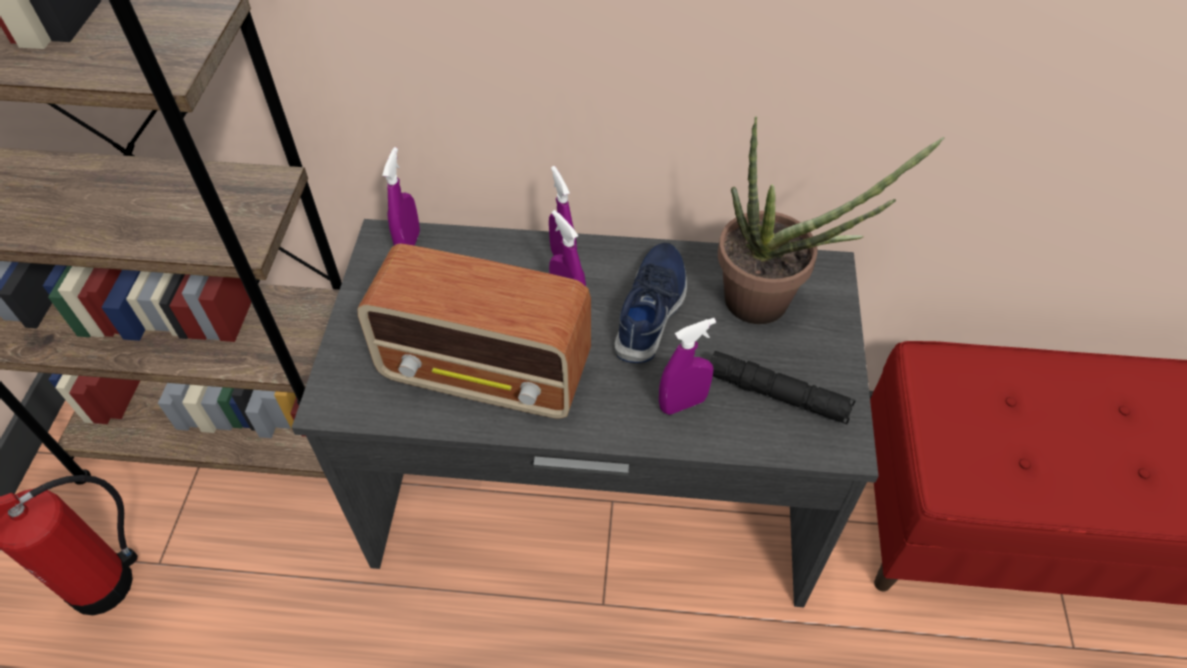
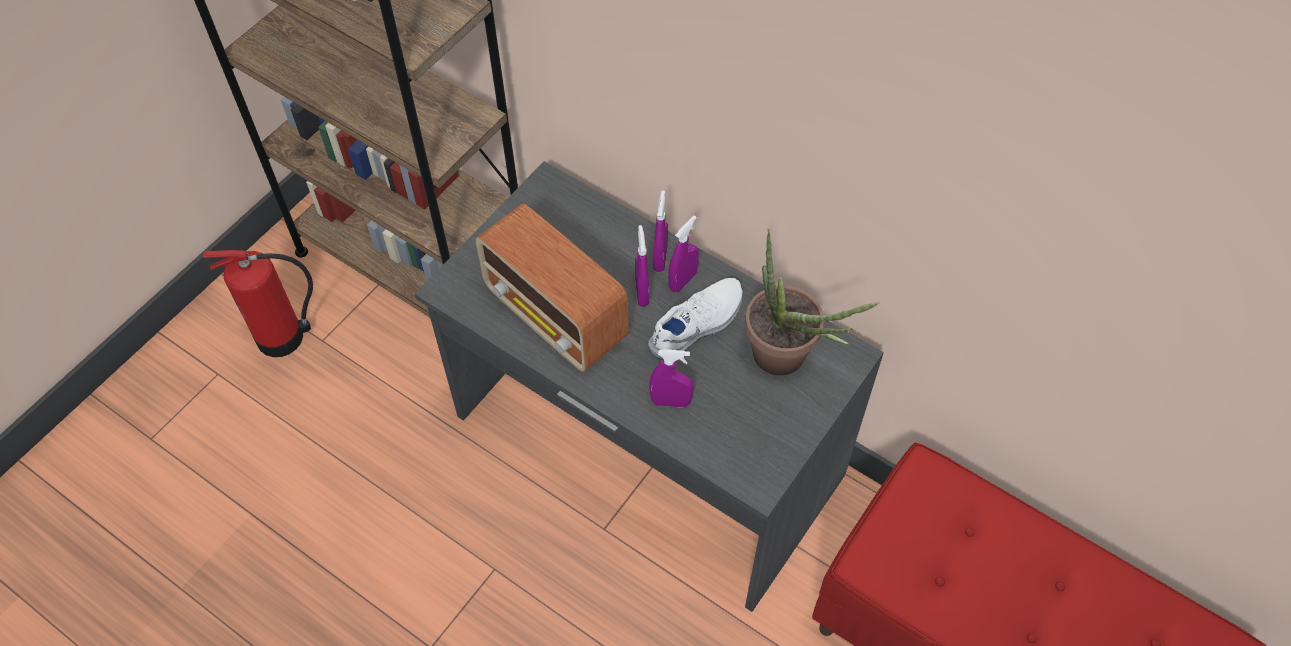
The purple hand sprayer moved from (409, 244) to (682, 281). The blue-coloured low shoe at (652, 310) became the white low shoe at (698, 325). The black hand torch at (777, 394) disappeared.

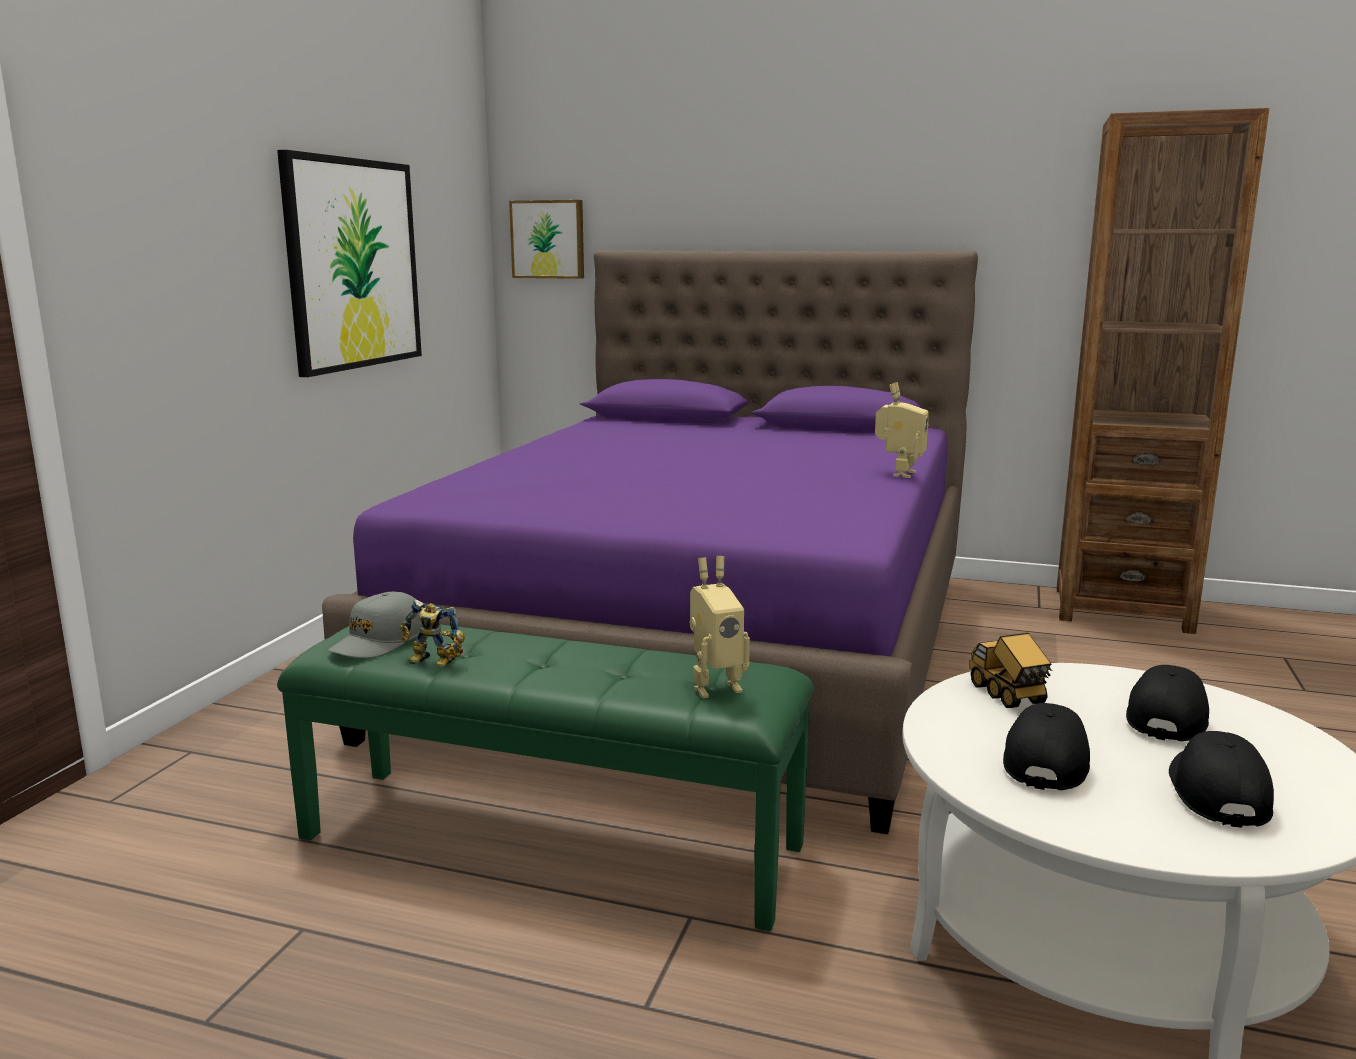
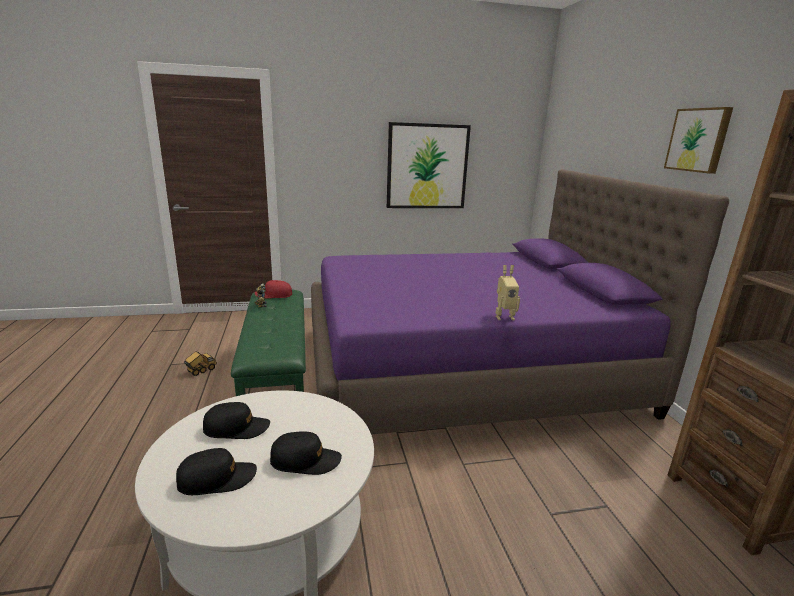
The wall art moved from (548, 239) to (698, 140). The toy robot at (714, 687) disappeared. The gray cap at (379, 641) became the reddish cap at (274, 295). The toy truck moved from (1008, 695) to (201, 371).

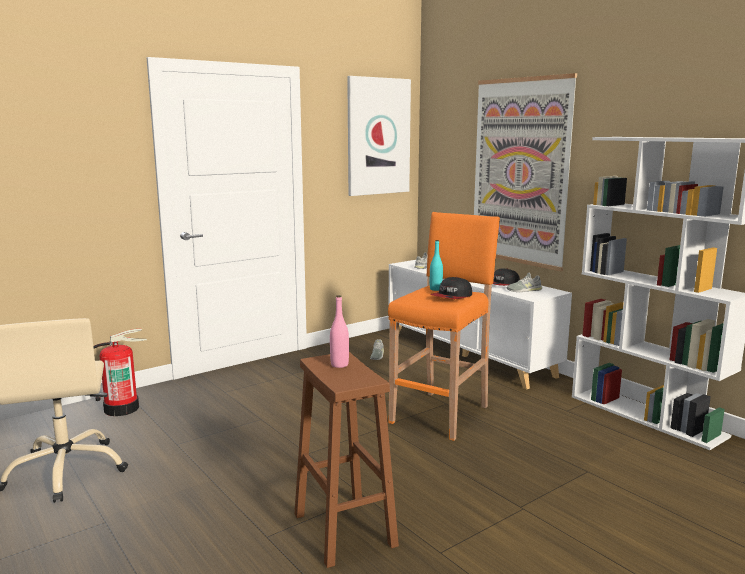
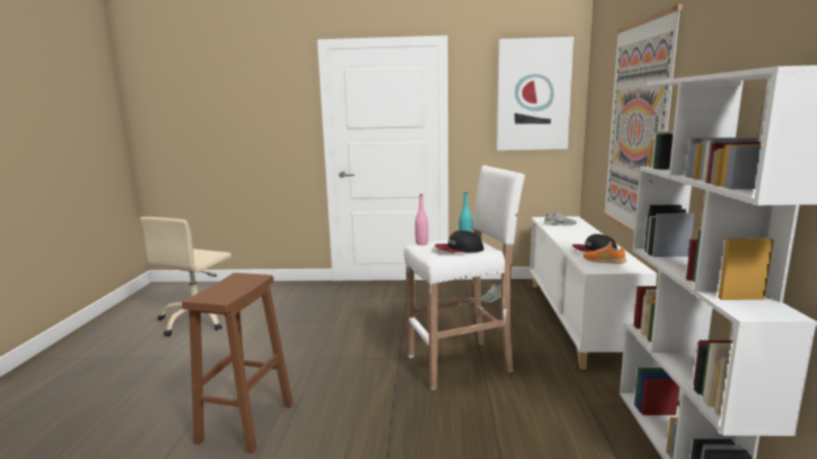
The orangey stool at (441, 414) became the white stool at (461, 363). The gray low shoe at (524, 290) became the orangey low shoe at (604, 261). The pink drink bottle moved from (339, 365) to (422, 243). The fire-fighting cylinder at (122, 408) disappeared.

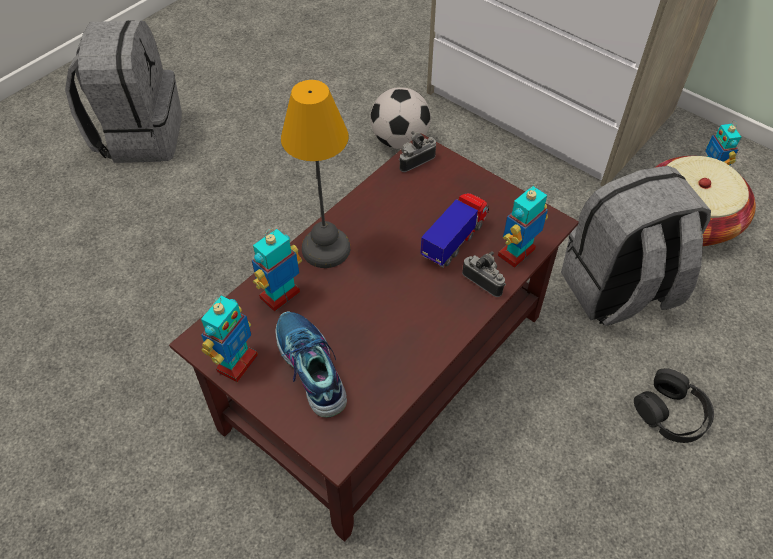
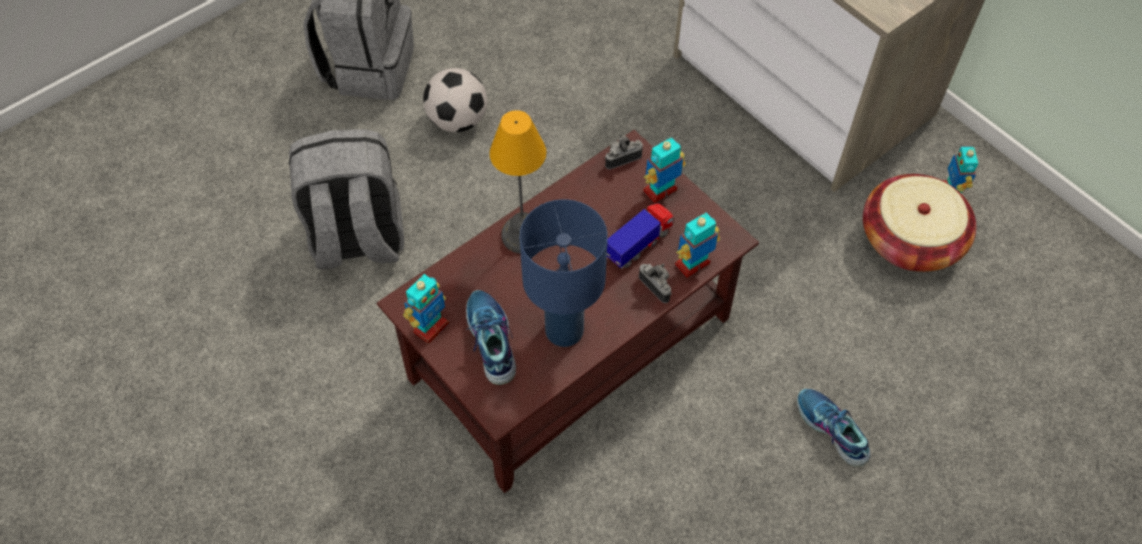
The football moved from (400, 141) to (458, 120). The gray knapsack moved from (617, 291) to (357, 239). The toy robot moved from (281, 296) to (660, 191). The black pair of headphones at (671, 413) was replaced by the low shoe at (831, 430). The blue-coloured lamp for a table at (563, 329) appeared.

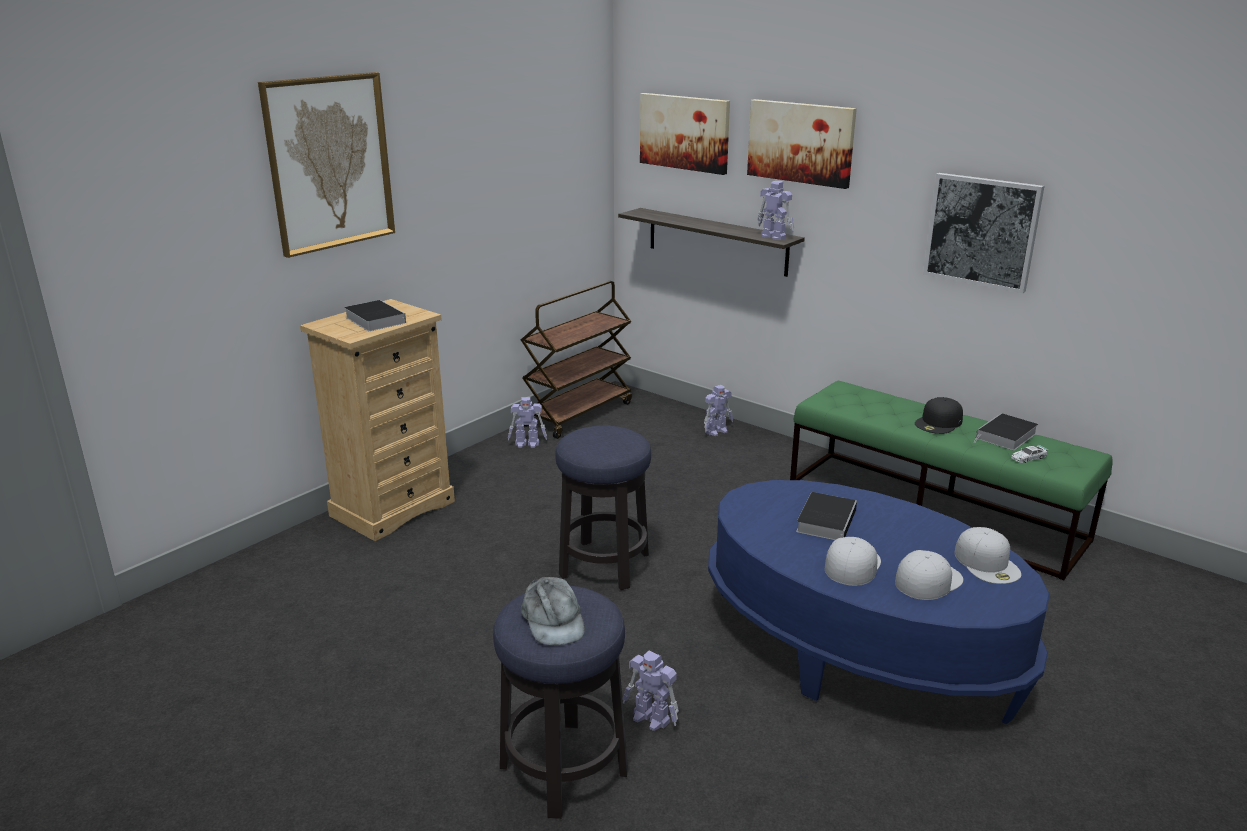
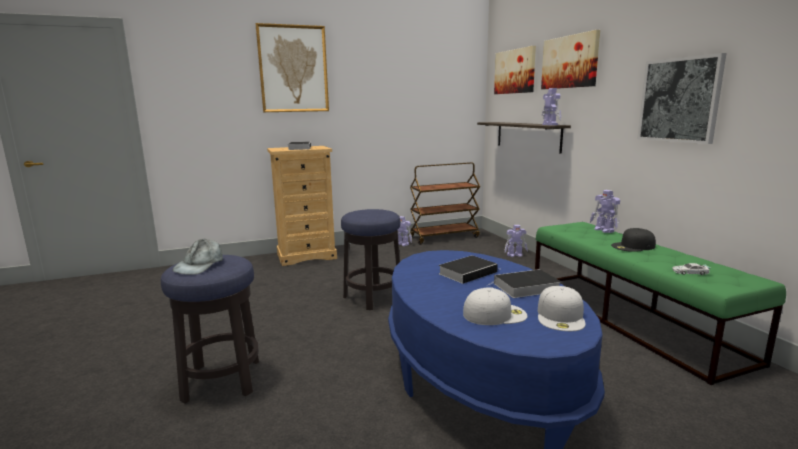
The volume moved from (1006, 436) to (525, 287). The white cap at (851, 564) disappeared. The toy robot moved from (651, 719) to (604, 230).

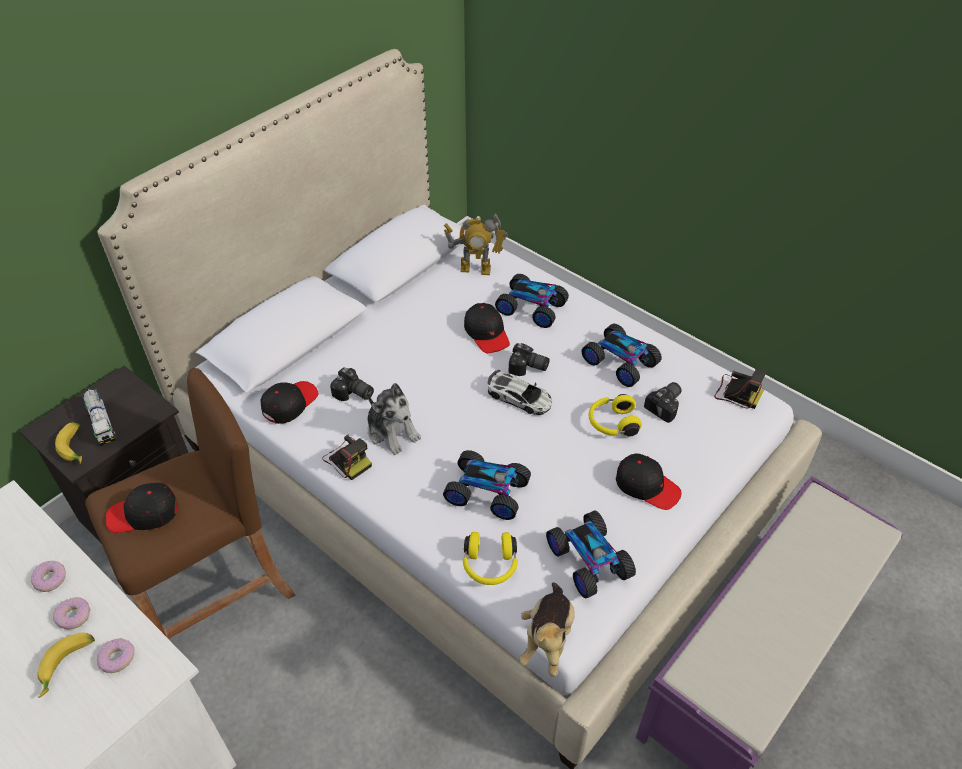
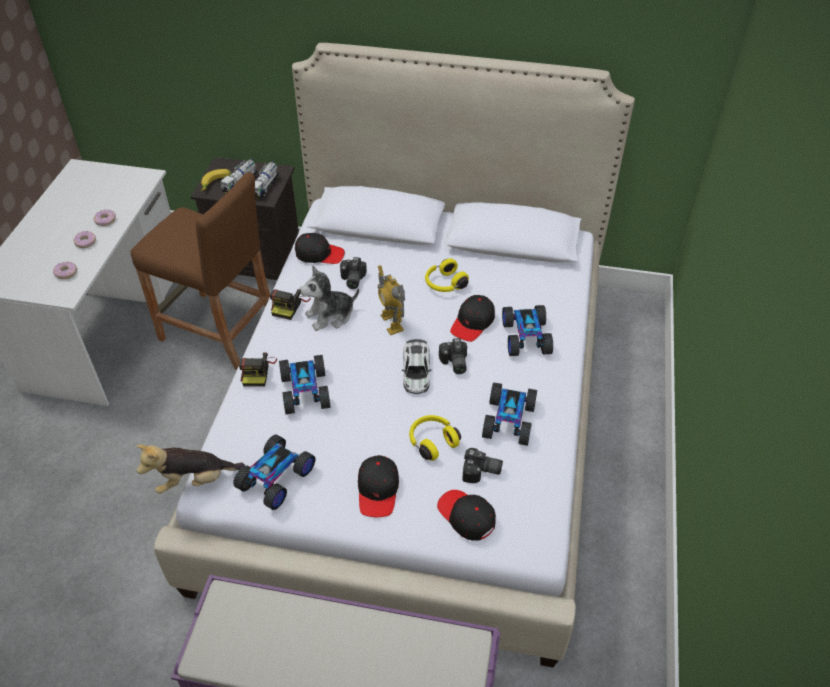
The toy robot moved from (475, 269) to (391, 323). The photo camera moved from (737, 393) to (257, 371). The soft toy at (392, 432) turned 45 degrees clockwise. The black cap moved from (143, 514) to (466, 516). The yellow-coloured pair of headphones moved from (490, 565) to (444, 284). The whole banana at (68, 666) disappeared. The toy truck at (265, 187) appeared.

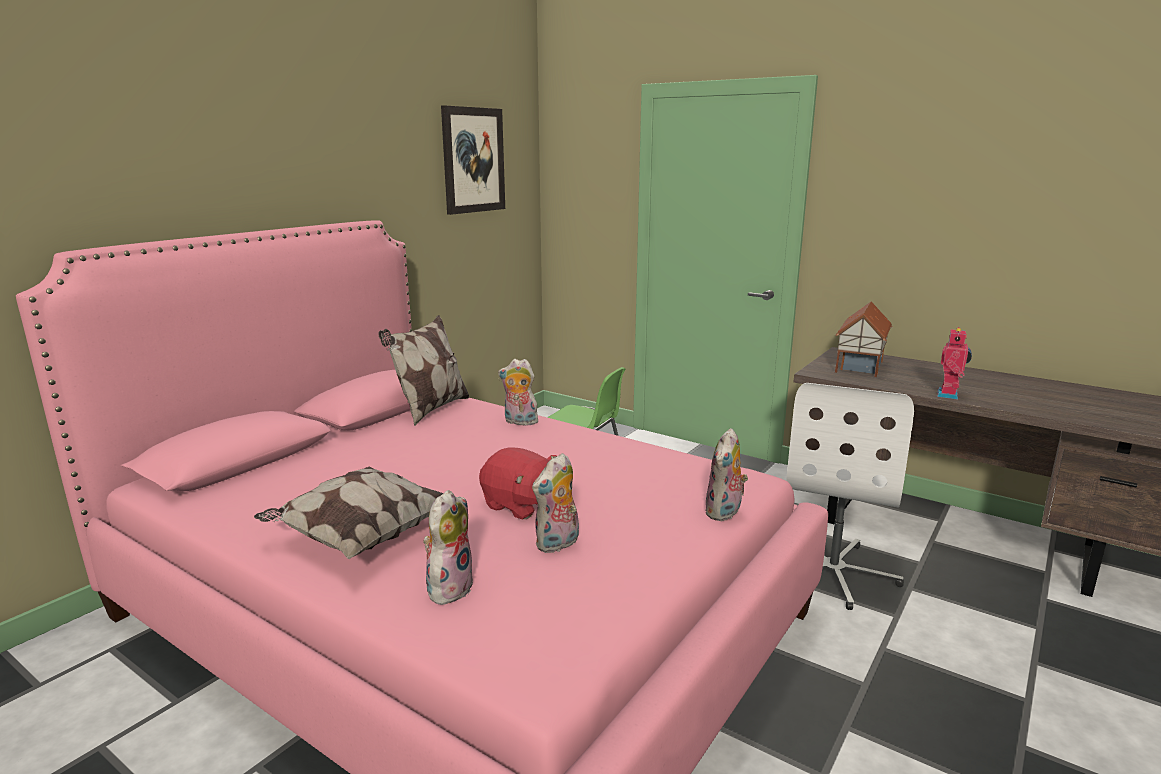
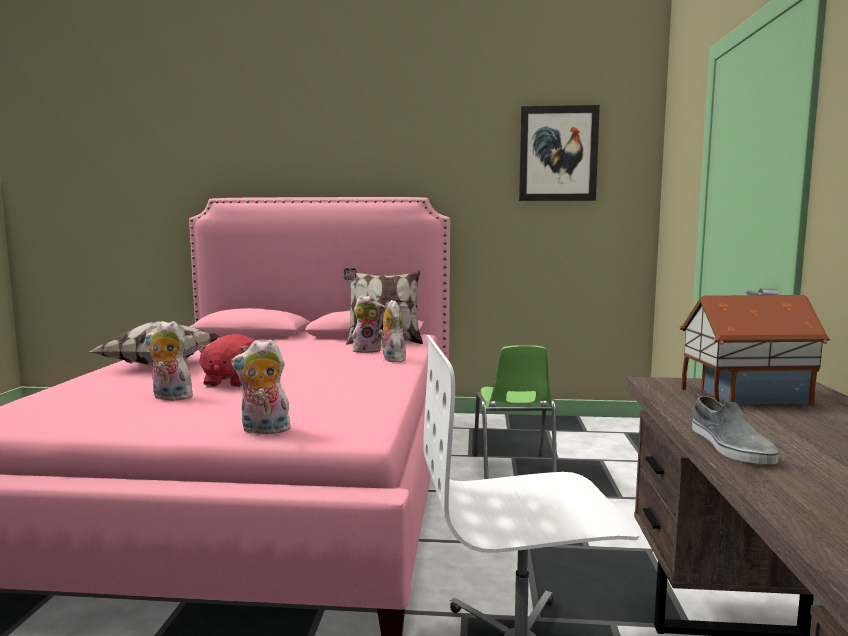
The toy robot at (949, 395) was replaced by the gray low shoe at (729, 446). The soft toy moved from (449, 587) to (368, 350).

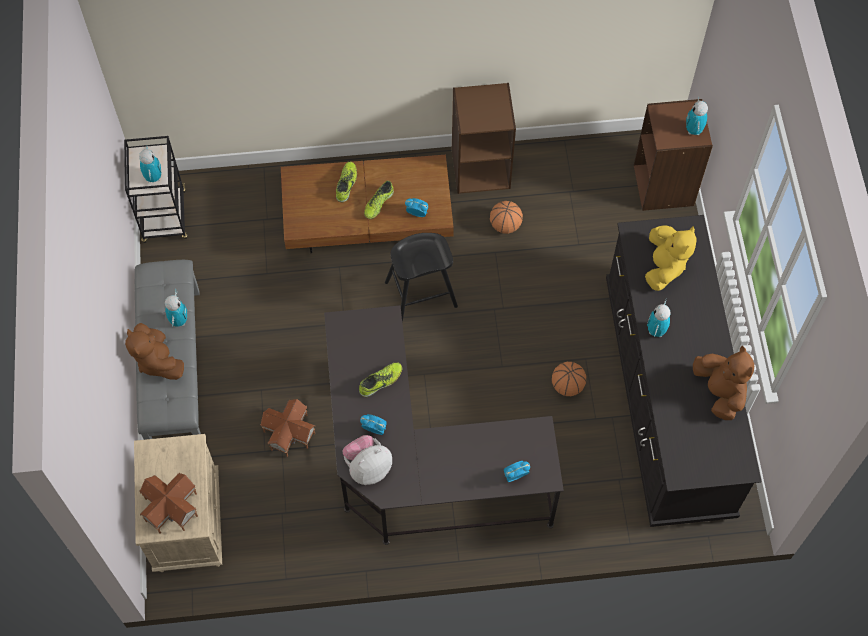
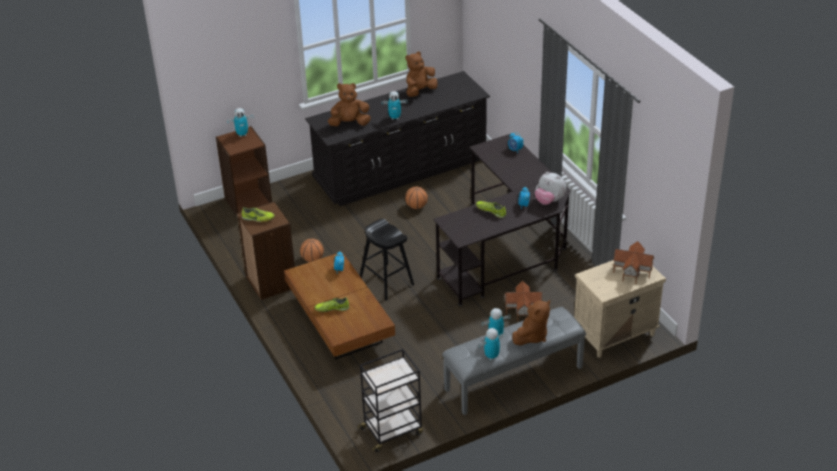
The toy robot moved from (153, 177) to (491, 356). The low shoe moved from (378, 204) to (258, 219). The yellow-coloured soft toy at (664, 266) became the brown-coloured soft toy at (349, 123).

